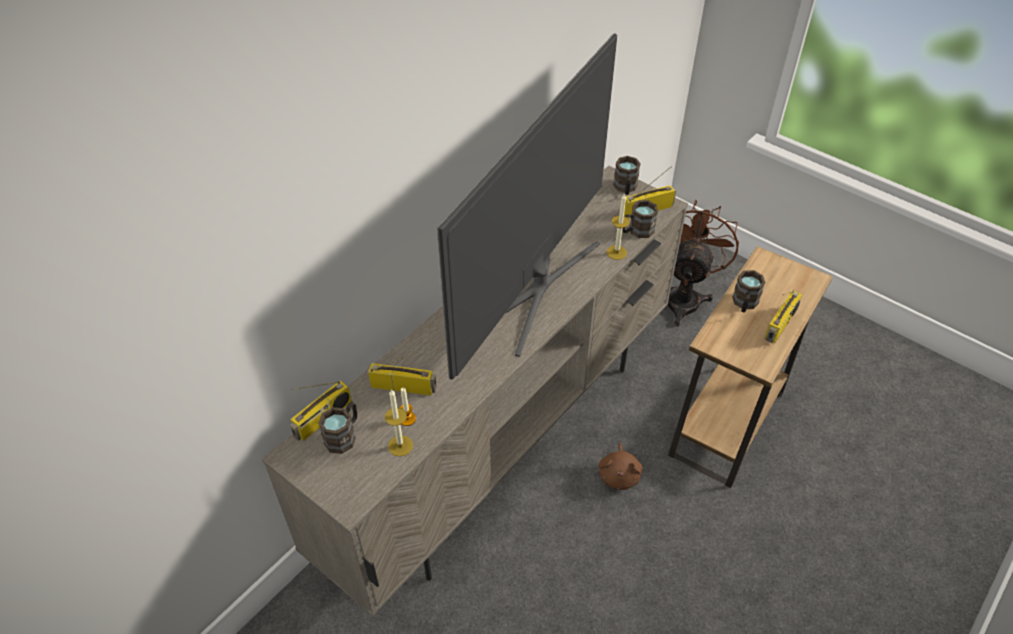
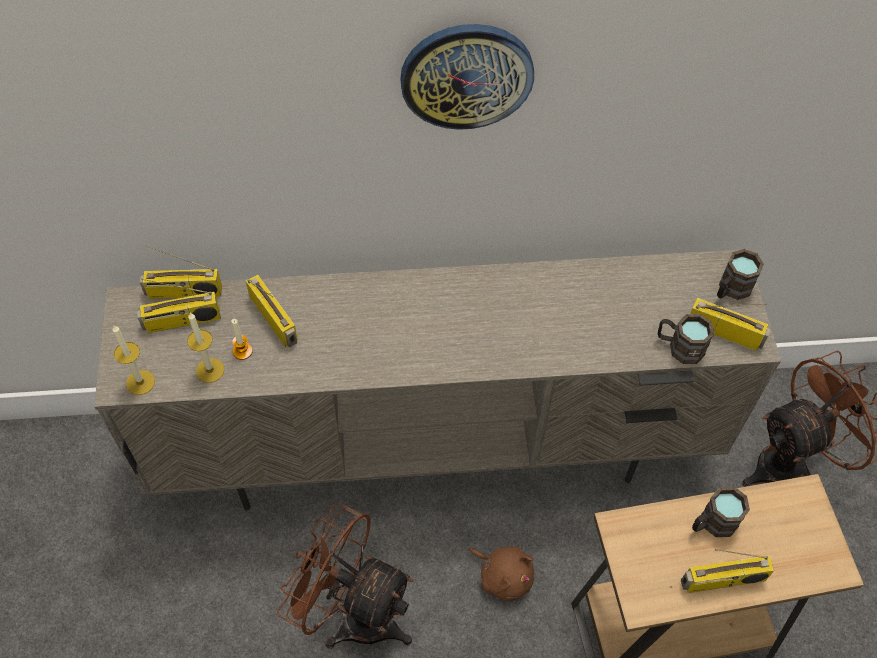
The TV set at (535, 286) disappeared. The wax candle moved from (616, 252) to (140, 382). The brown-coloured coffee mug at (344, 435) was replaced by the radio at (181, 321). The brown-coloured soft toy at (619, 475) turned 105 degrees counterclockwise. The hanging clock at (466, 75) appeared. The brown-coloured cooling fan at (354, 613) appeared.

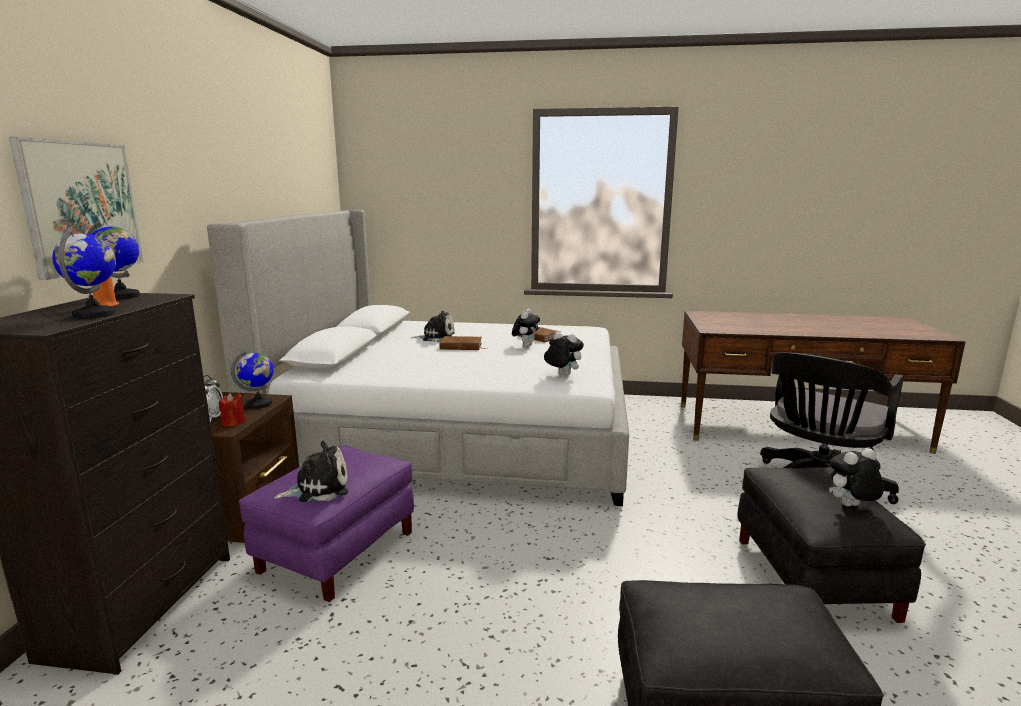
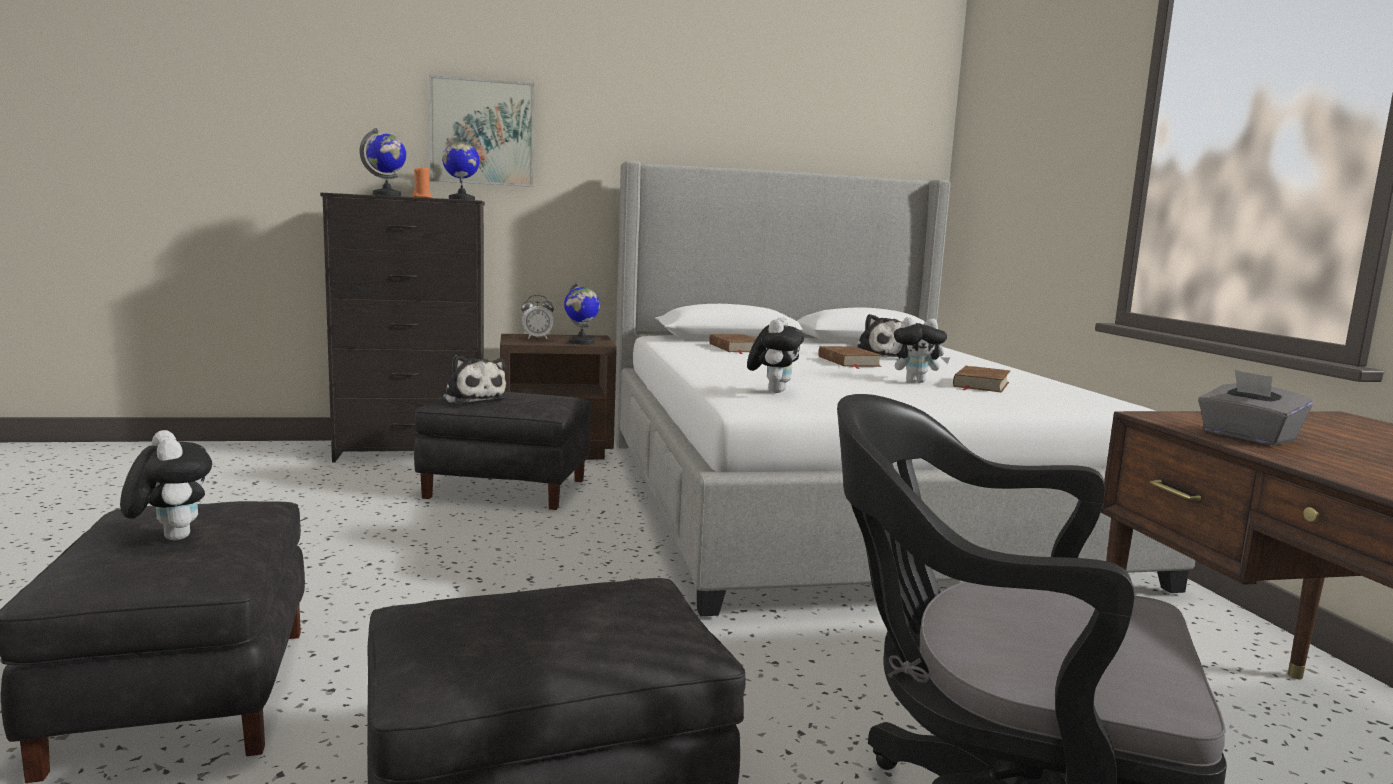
The reddish wax candle at (233, 422) disappeared. The purple footrest at (337, 551) became the black footrest at (507, 488). The soft toy moved from (850, 507) to (170, 537). The brown-coloured volume at (735, 348) appeared. The gray tissue box at (1247, 437) appeared.

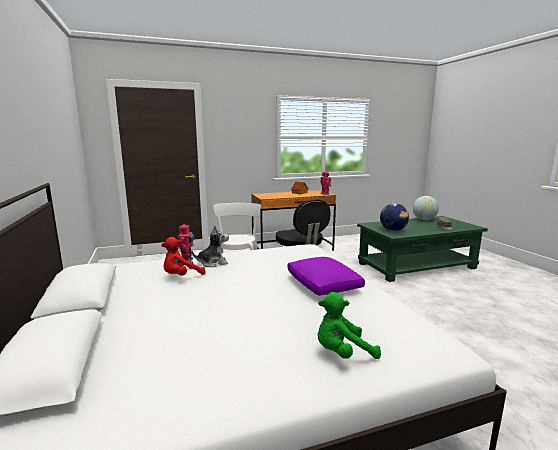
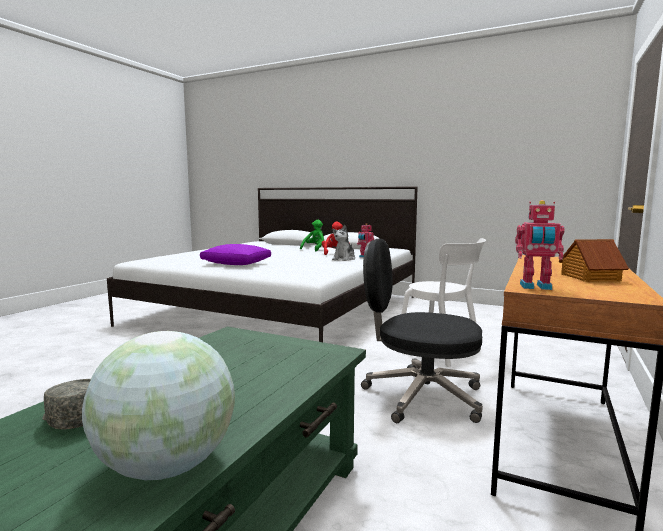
The desk globe at (393, 230) disappeared. The green-coloured soft toy moved from (342, 353) to (314, 249).

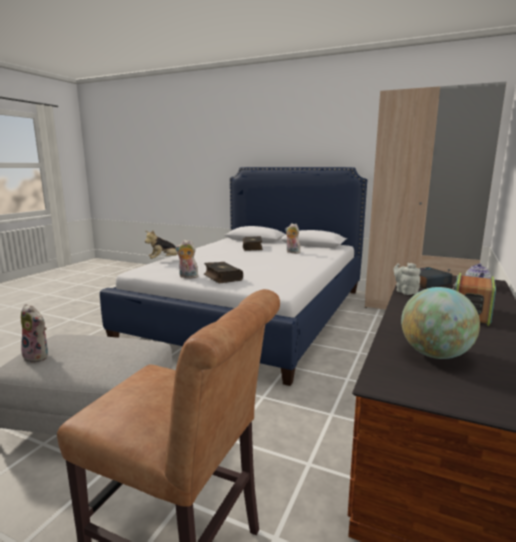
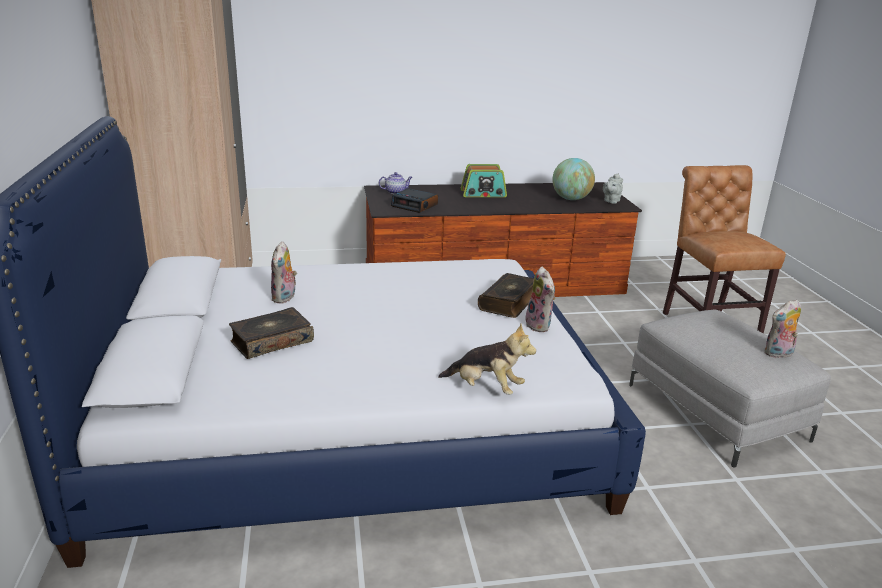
The gray tea pot moved from (405, 291) to (611, 201). The soft toy at (38, 356) turned 105 degrees counterclockwise.

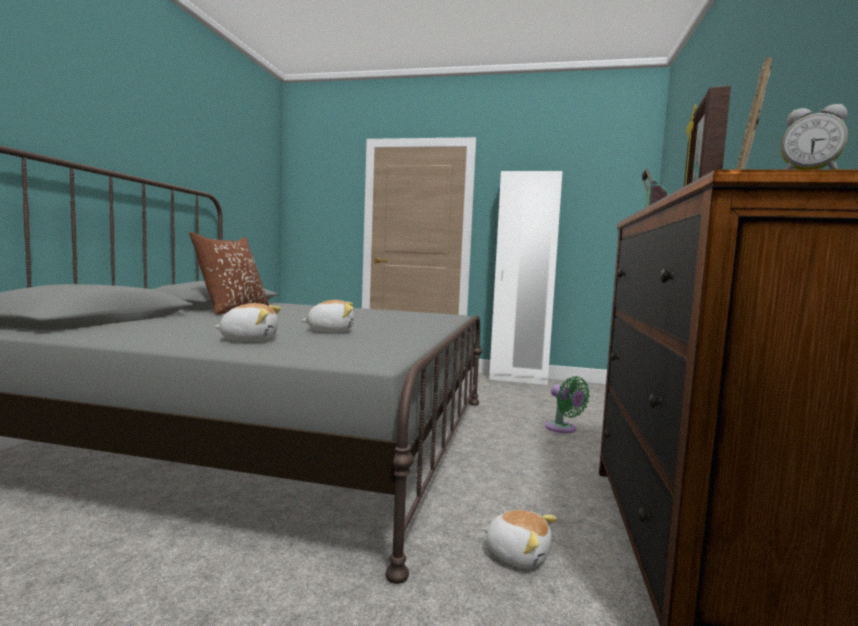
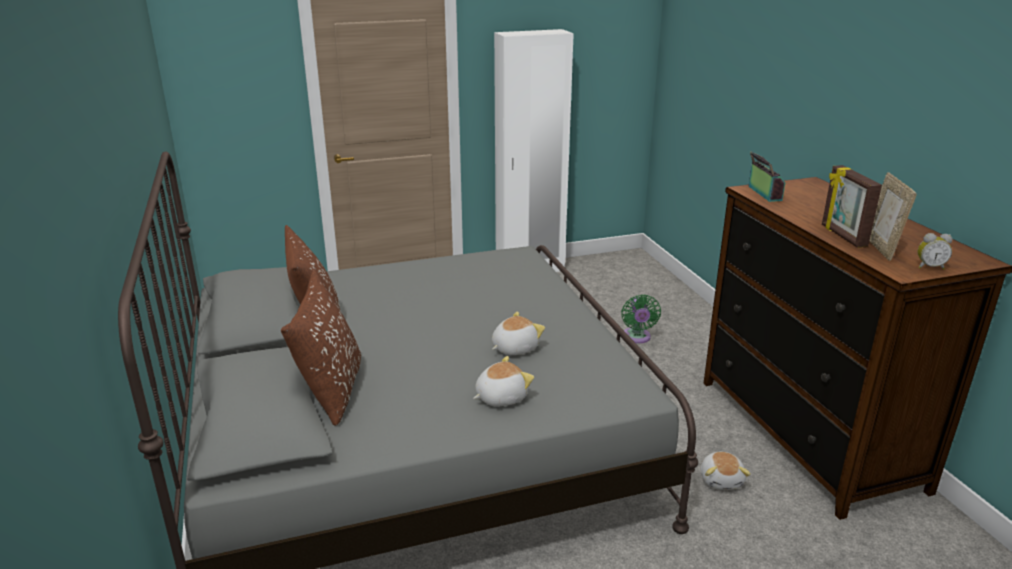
The green-coloured cooling fan at (563, 429) turned 60 degrees clockwise. The soft toy at (517, 554) turned 90 degrees clockwise. The brown-coloured throw pillow at (331, 390) appeared.

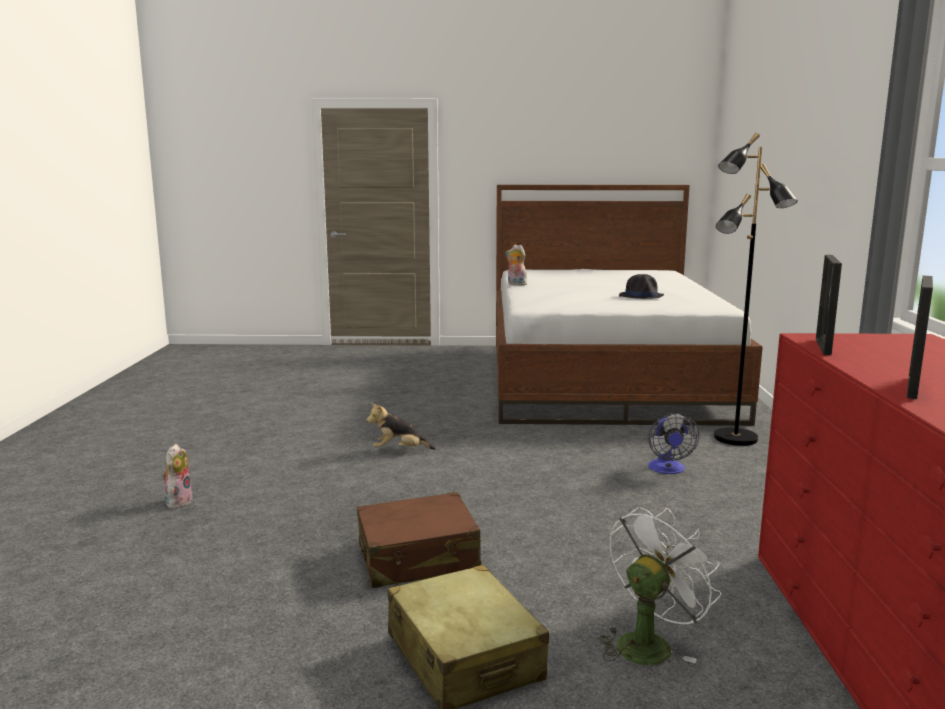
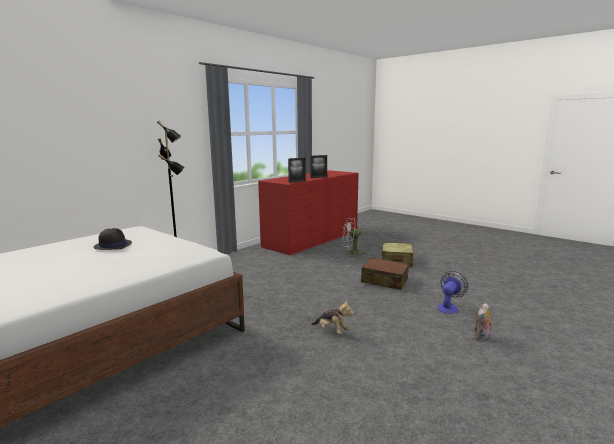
The soft toy at (515, 284) disappeared. The cooling fan moved from (668, 469) to (449, 307).

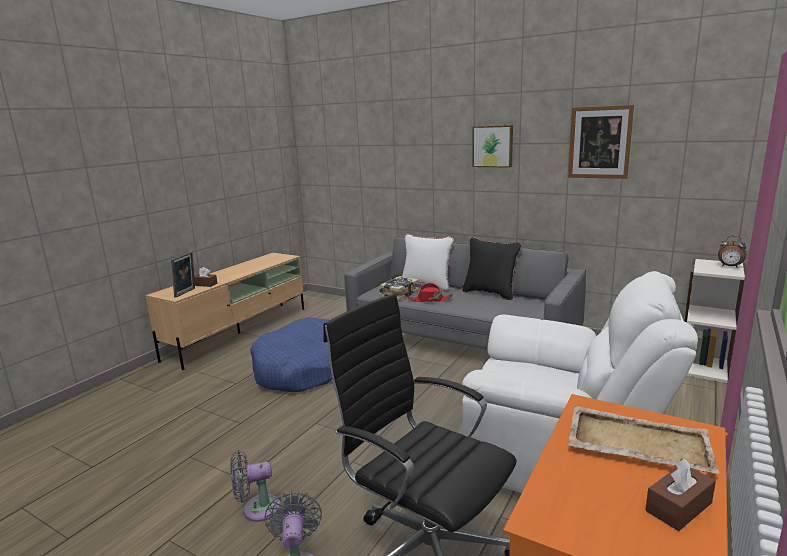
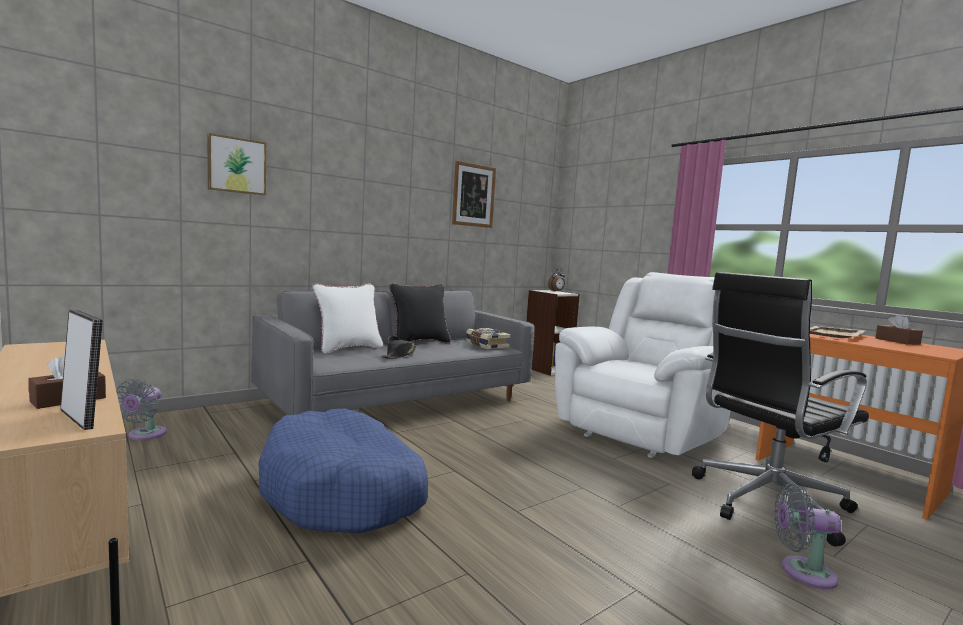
The wall art moved from (493, 146) to (236, 165). The volume moved from (398, 294) to (486, 345). The reddish hat at (430, 300) became the black hat at (399, 355). The gray cooling fan moved from (257, 509) to (144, 435).

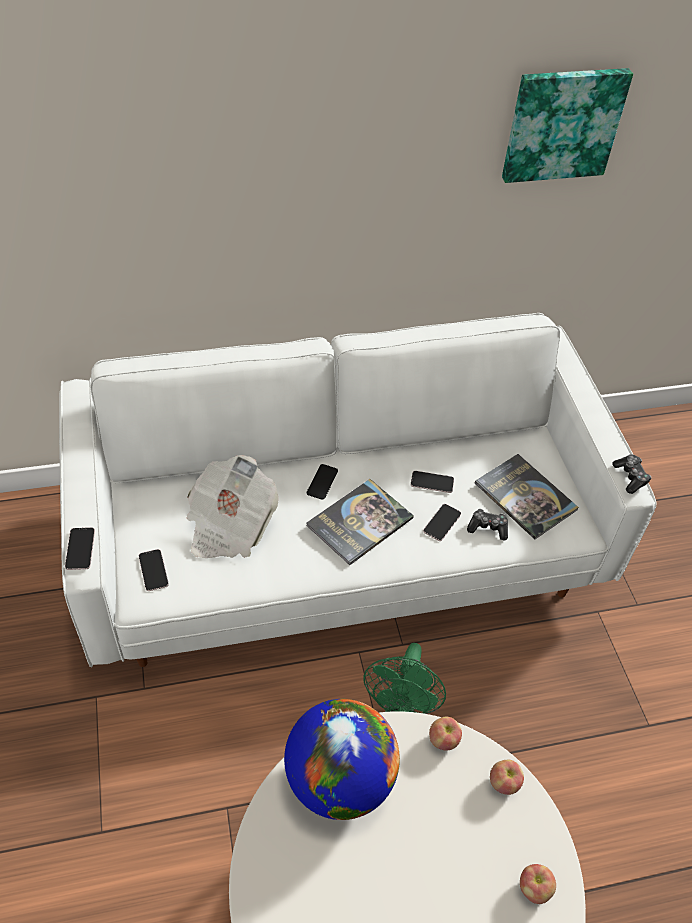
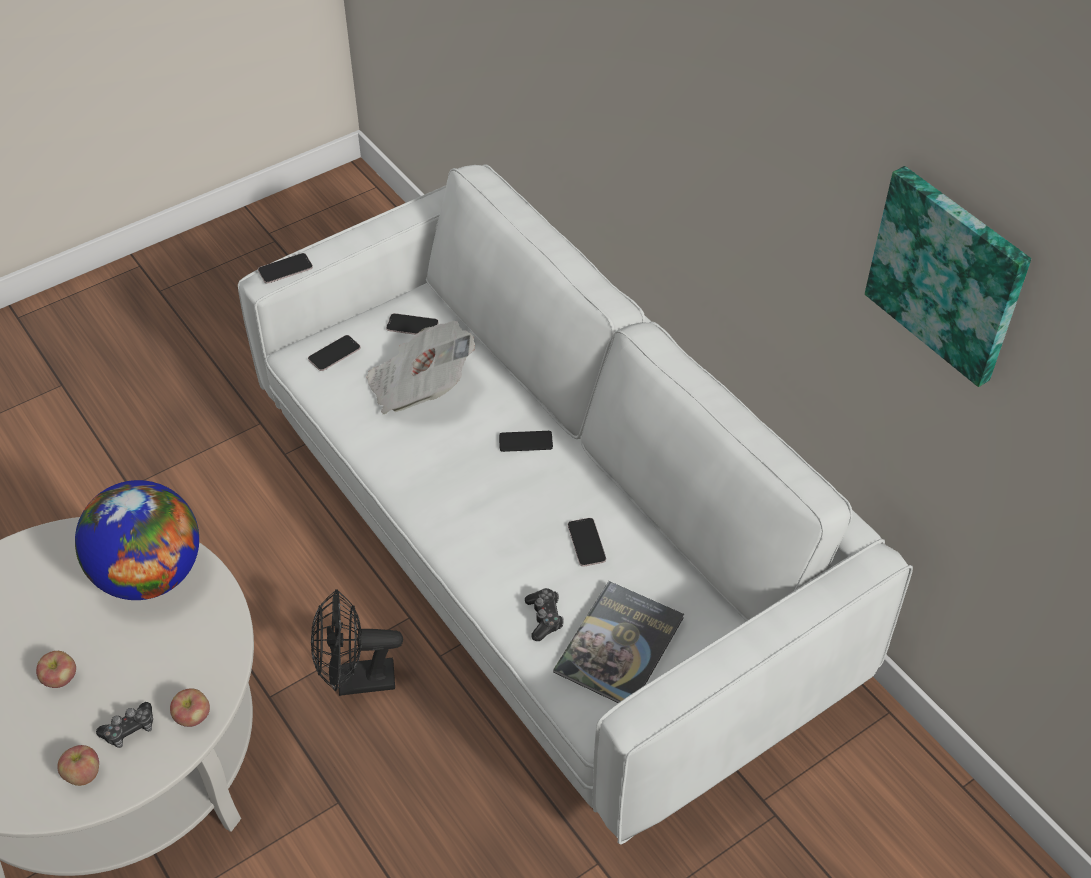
The game controller moved from (630, 477) to (129, 729). The volume at (359, 522) disappeared. The handset moved from (442, 523) to (412, 326). The green-coloured cooling fan at (401, 707) became the black cooling fan at (356, 681). The whole apple moved from (443, 740) to (60, 678).

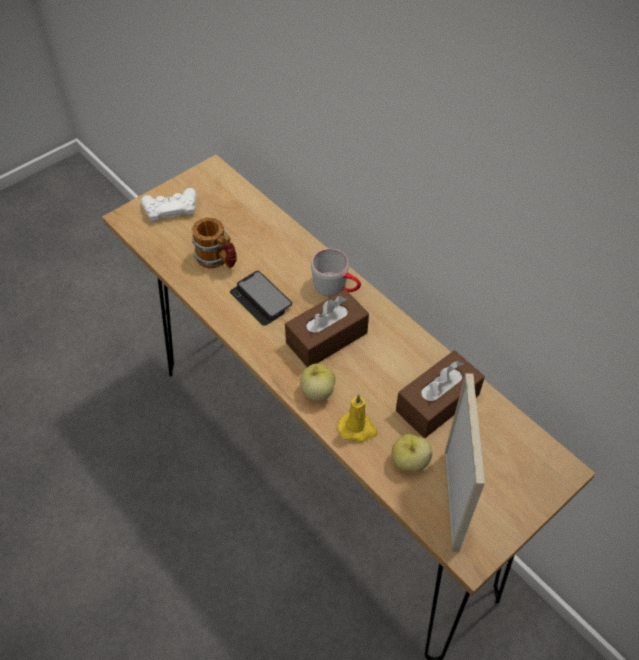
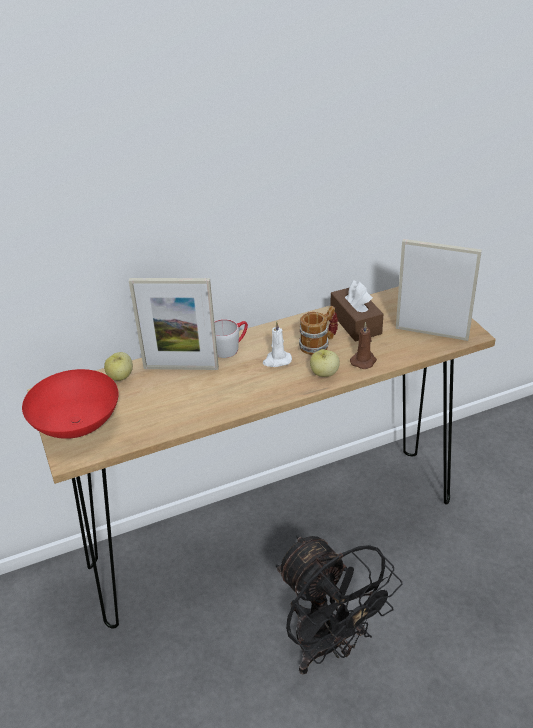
The white game controller at (171, 208) was replaced by the reddish deep dish at (77, 426). The coffee mug moved from (218, 260) to (319, 344). The handset at (261, 299) disappeared. The brown-coloured tissue box at (326, 338) was replaced by the white wax candle at (277, 360). The yellow-coloured wax candle at (358, 429) became the brown-coloured wax candle at (364, 361). The whole apple moved from (409, 462) to (121, 377). The photo frame at (181, 368) appeared. The black cooling fan at (328, 647) appeared.

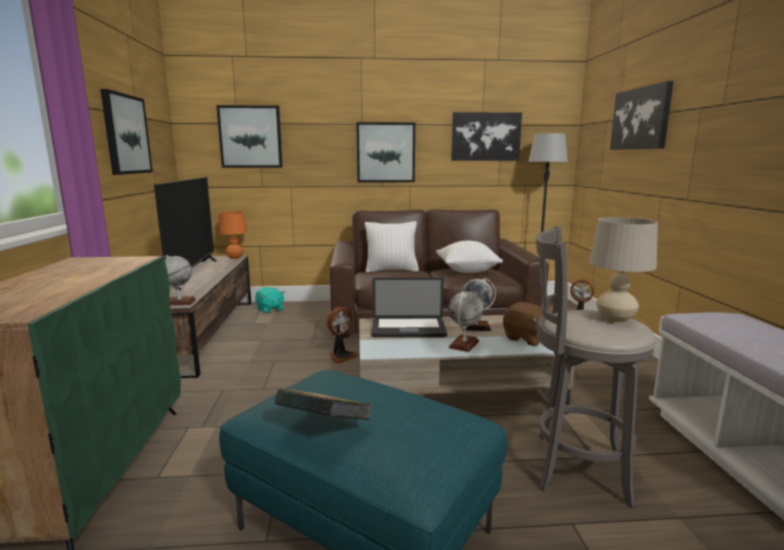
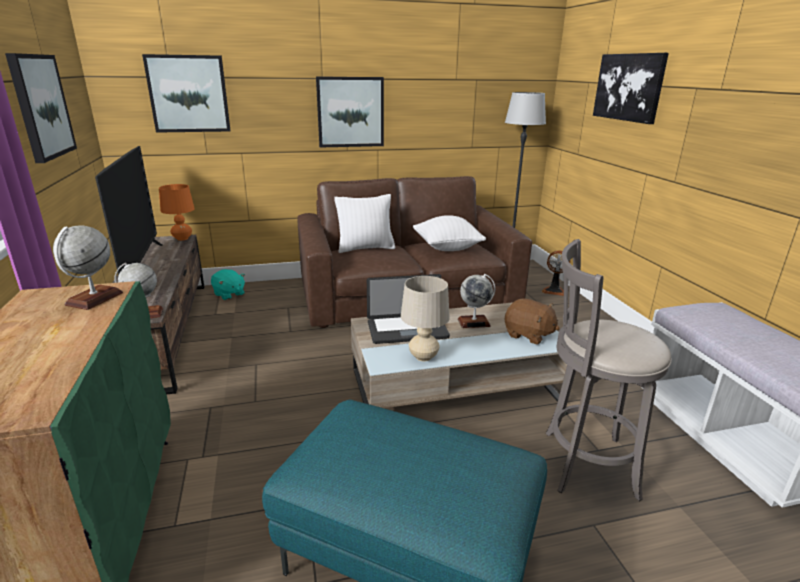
The wall art at (485, 136) disappeared. The sand-coloured lamp for a table moved from (615, 319) to (423, 357). The desk globe moved from (464, 344) to (94, 299). The cooling fan at (341, 356) disappeared. The volume at (324, 428) disappeared.

